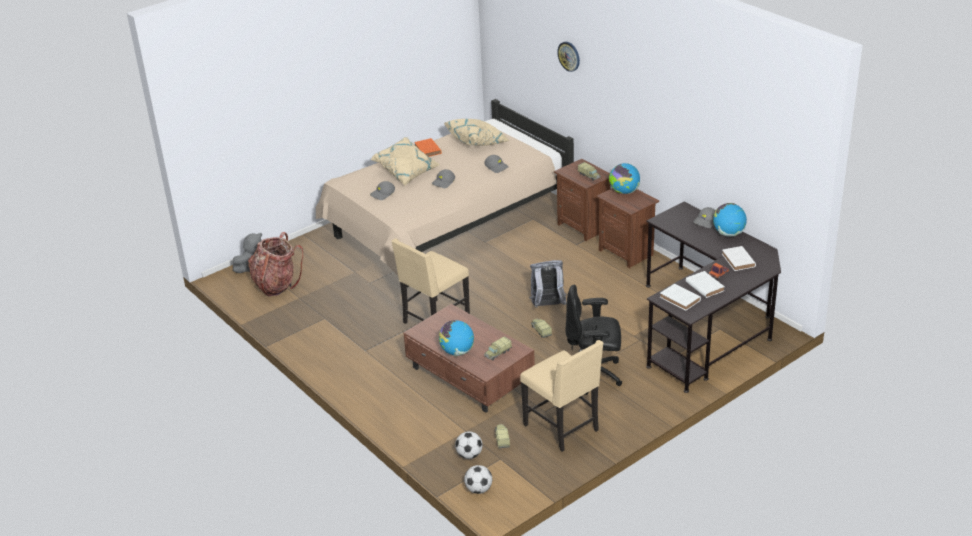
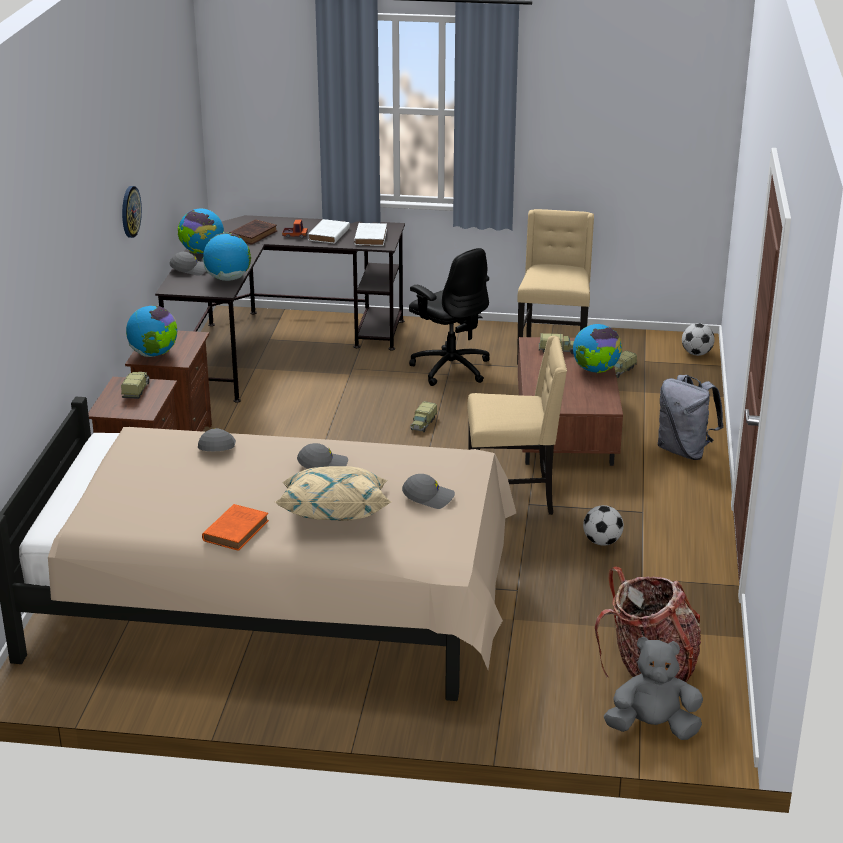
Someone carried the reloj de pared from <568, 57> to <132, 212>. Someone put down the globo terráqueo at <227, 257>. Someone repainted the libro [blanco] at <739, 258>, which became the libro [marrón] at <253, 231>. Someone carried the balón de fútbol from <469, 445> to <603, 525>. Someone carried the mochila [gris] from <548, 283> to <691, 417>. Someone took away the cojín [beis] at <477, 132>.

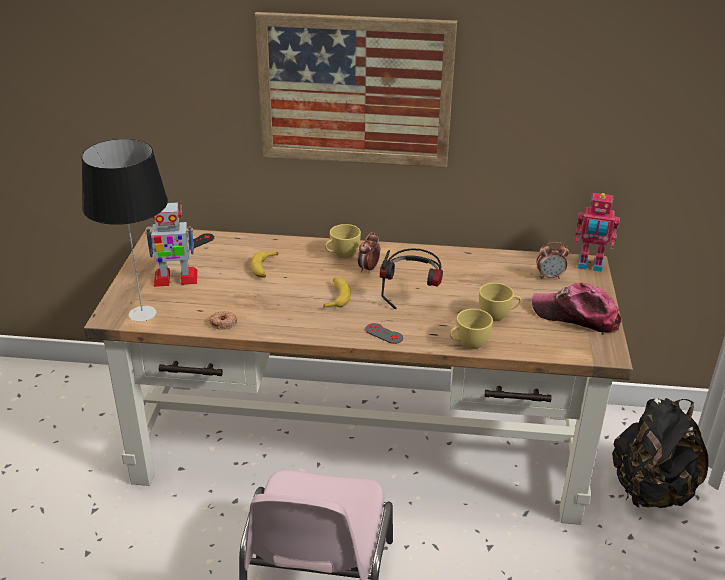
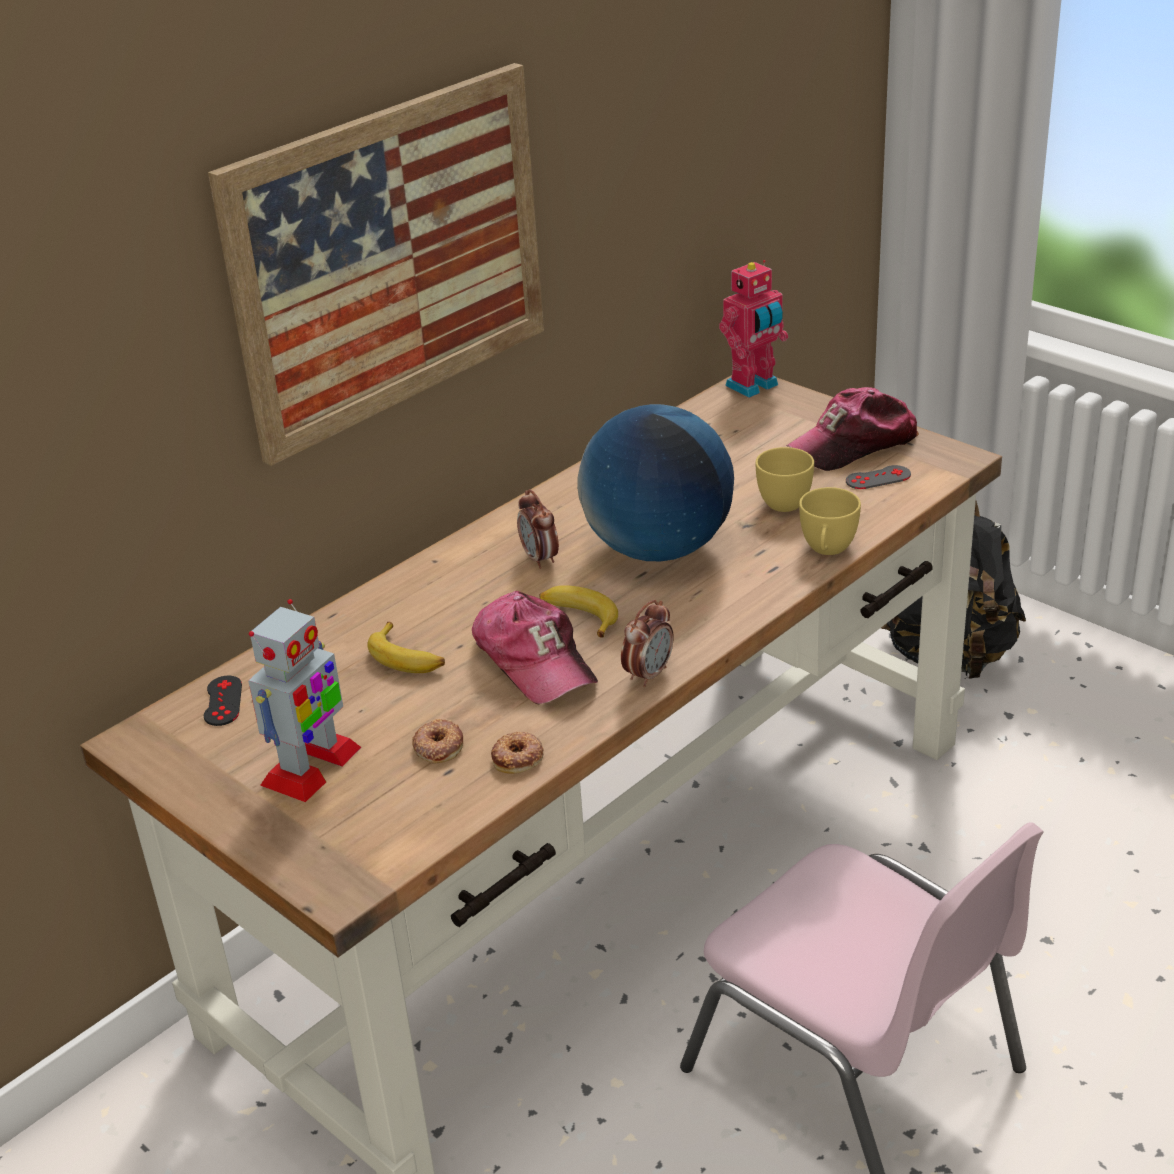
Someone put down the rosquilla at <437, 741>. Someone put down the gorra at <535, 647>. Someone swapped the auriculares at <411, 279> for the globo terráqueo at <655, 482>. Someone carried the despertador from <552, 260> to <647, 643>. Someone carried the mando de consola [gris] from <384, 333> to <878, 477>. Someone took away the lámpara de mesa at <125, 230>. Someone took away the taza [amarillo] at <343, 241>.

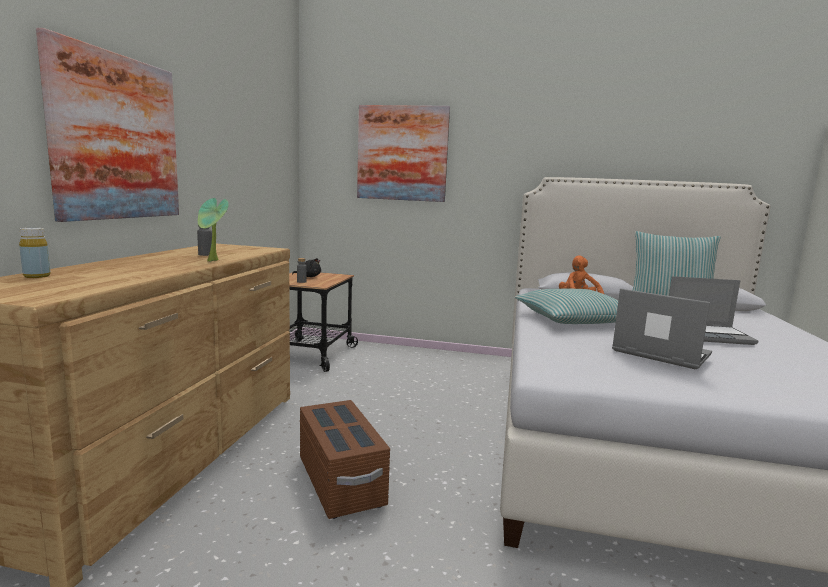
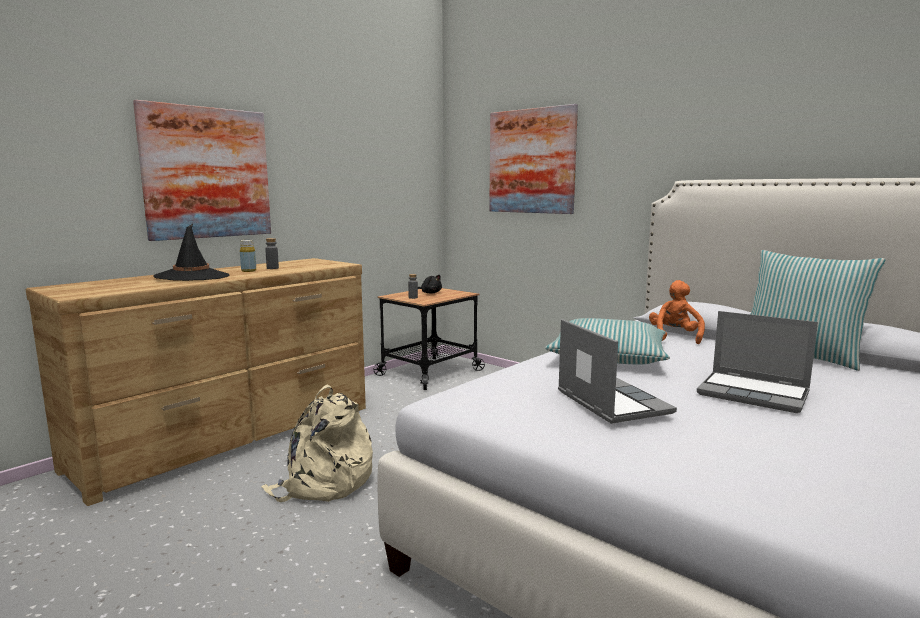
Someone put down the sombrero [negro] at <191, 252>. Someone carried the botella [amarillo] from <35, 253> to <248, 256>. Someone swapped the caja de almacenaje [marrón] at <345, 459> for the mochila [beis] at <317, 443>. Someone took away the planta en maceta at <213, 230>.

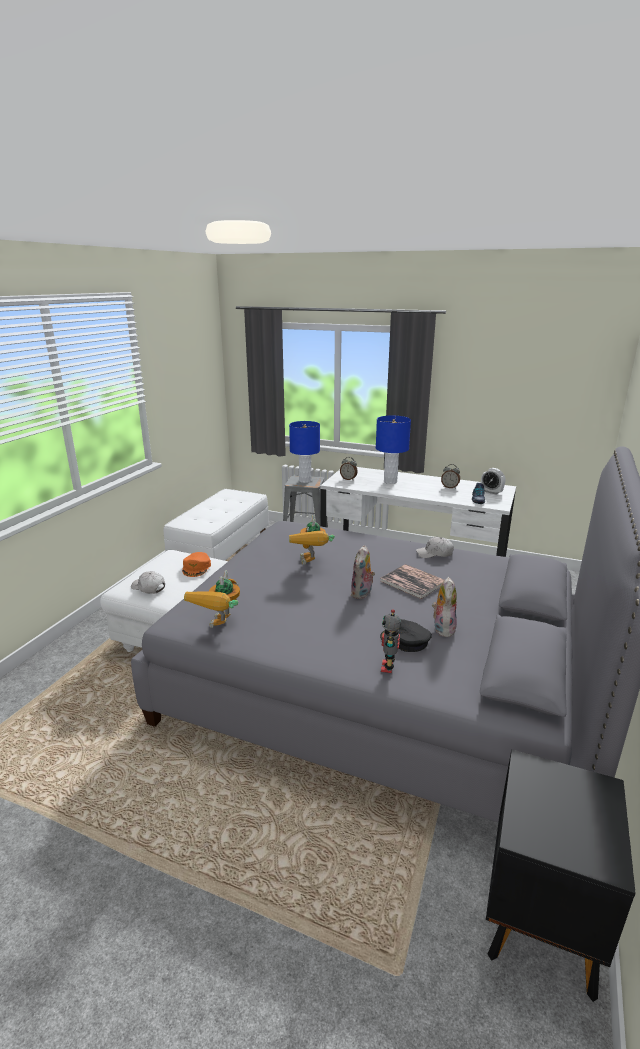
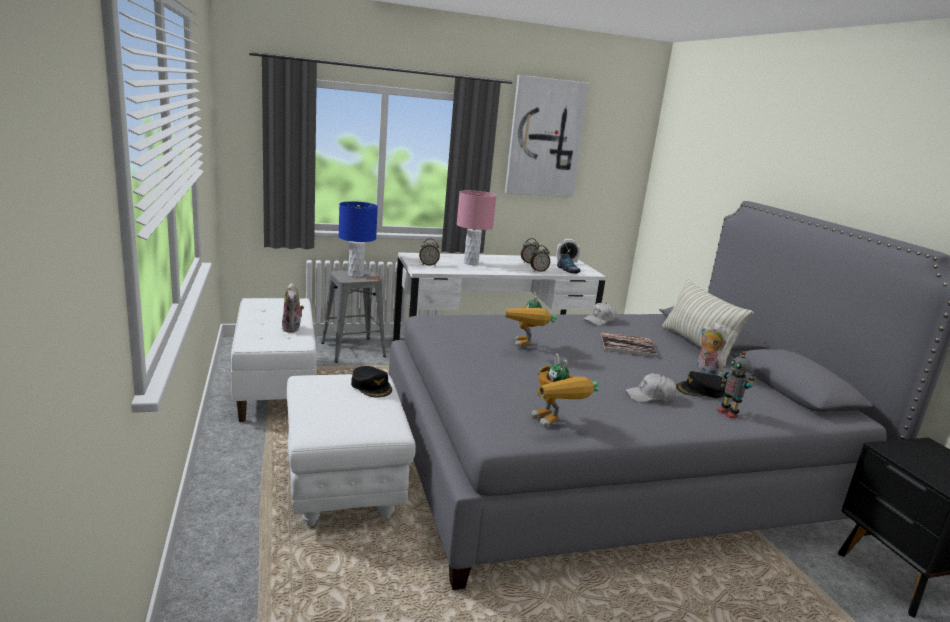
Someone carried the peluche from <363, 572> to <293, 308>. Someone repainted the gorra [naranja] at <196, 564>, which became the gorra [negro] at <371, 382>. Someone repainted the lámpara de mesa [azul] at <393, 450>, which became the lámpara de mesa [rosa] at <476, 227>. Someone put up the cuadro at <547, 136>. Someone rotated the robot de juguete at <312, 540> by 45 degrees clockwise. Someone put down the despertador at <540, 258>. Someone carried the gorra [blanco] from <148, 582> to <651, 387>. Someone put down the cojín at <708, 323>.

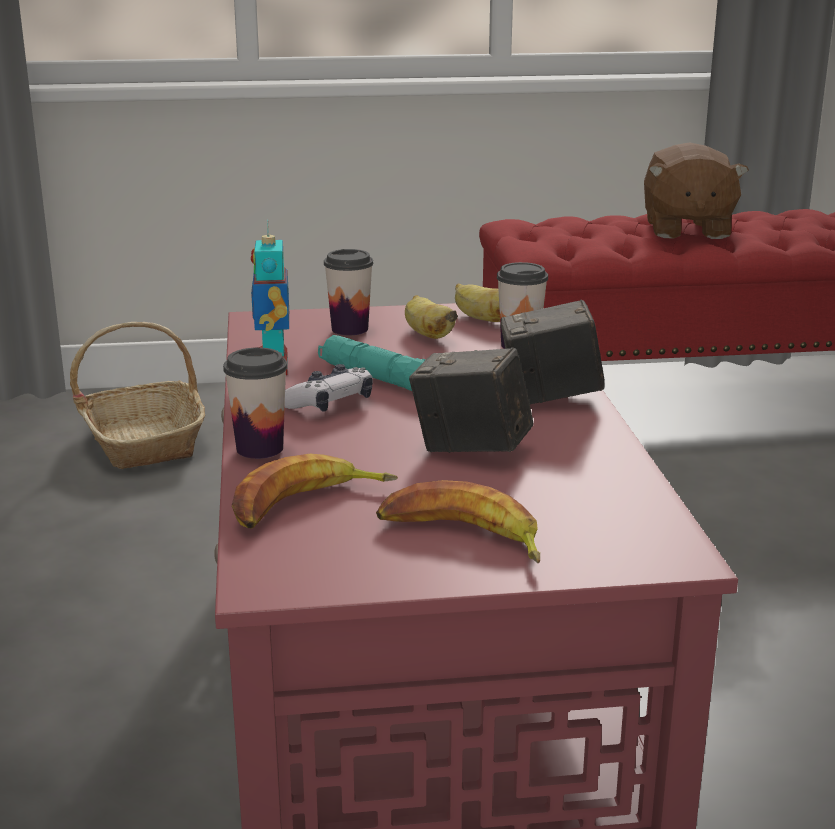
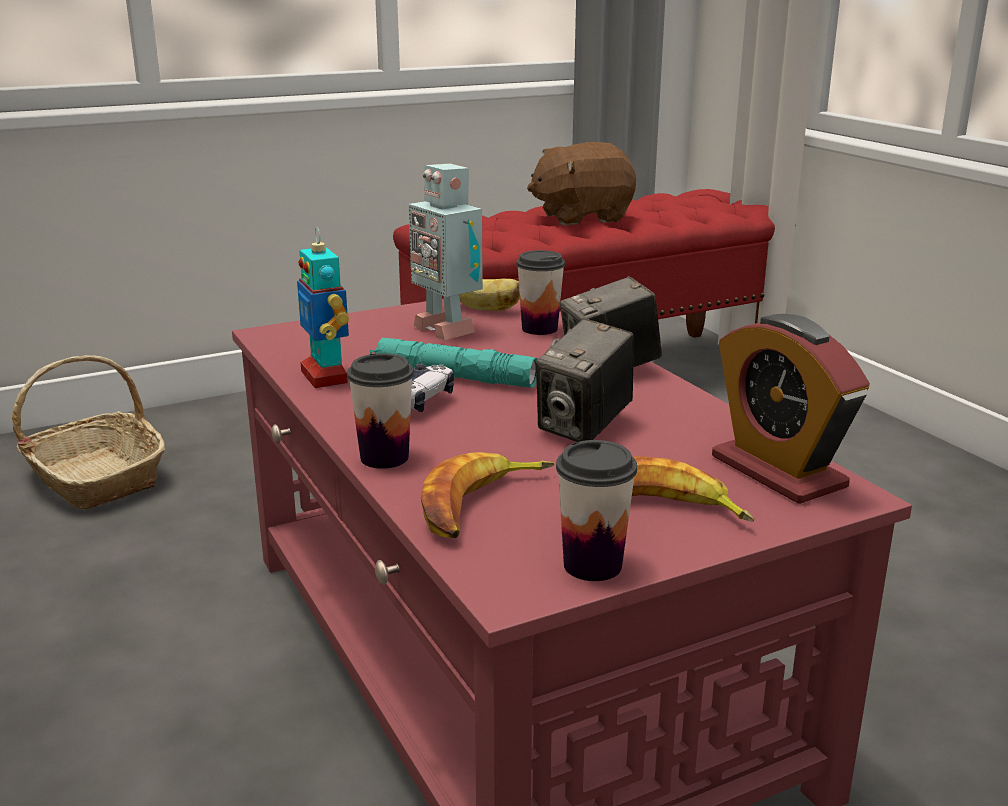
Someone swapped the plátano at <431, 317> for the robot de juguete at <446, 252>. Someone rotated the peluche [marrón] at <696, 190> by 90 degrees clockwise. Someone rotated the cámara at <471, 400> by 60 degrees counterclockwise. Someone carried the taza from <348, 292> to <596, 510>. Someone put down the despertador at <791, 409>.

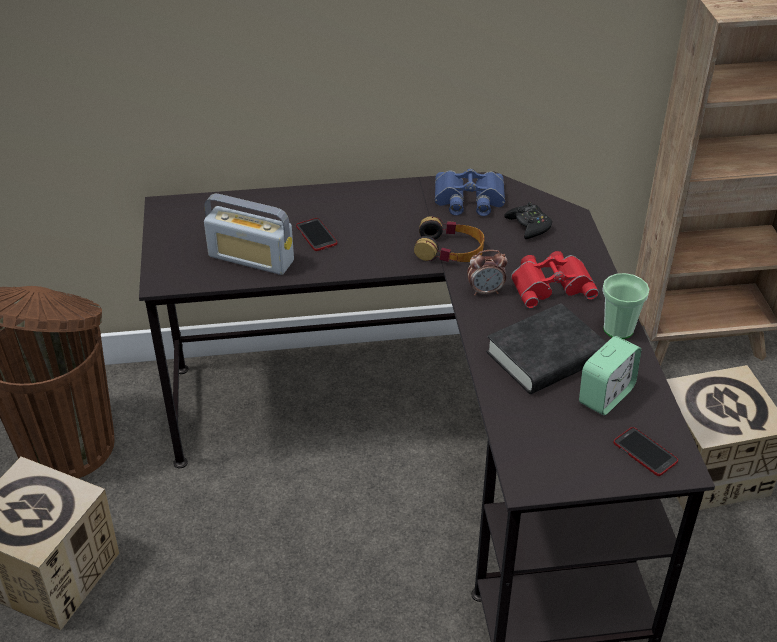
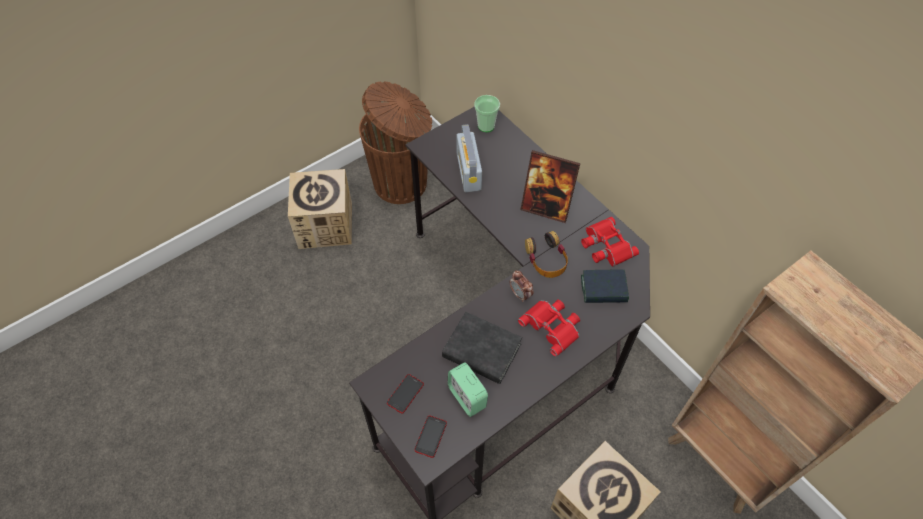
Someone carried the móvil from <316, 234> to <405, 394>. Someone rotated the despertador at <610, 375> by 45 degrees clockwise. Someone carried the taza from <626, 306> to <487, 113>. Someone put down the portarretratos at <550, 186>. Someone repainted the prismáticos [azul] at <470, 192>, which became the prismáticos [rojo] at <610, 242>. Someone swapped the mando de consola [negro] at <528, 220> for the libro at <605, 286>.

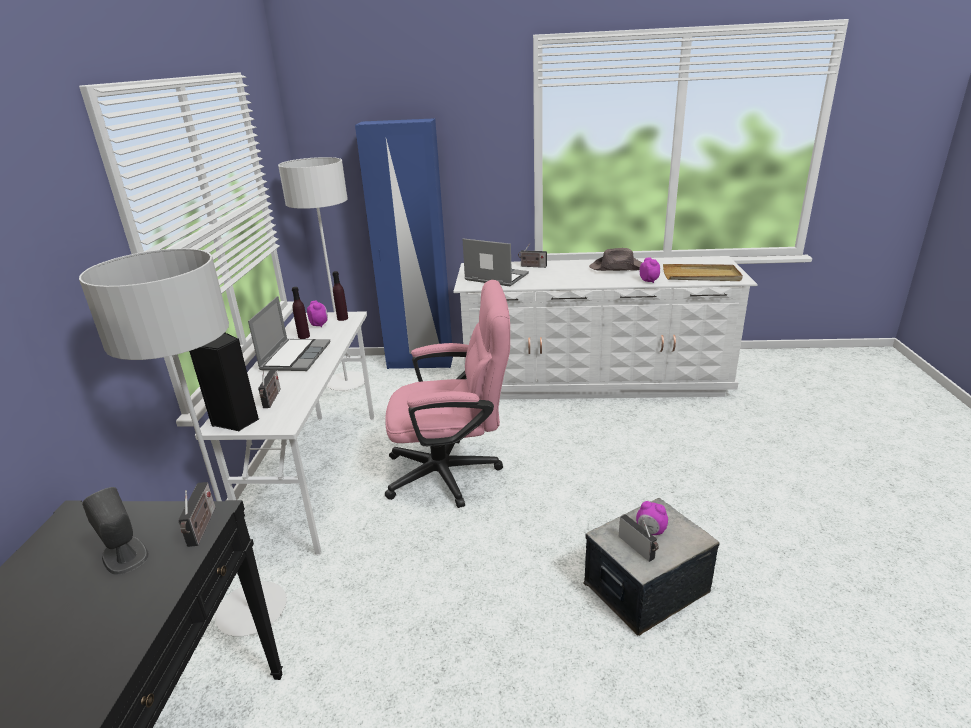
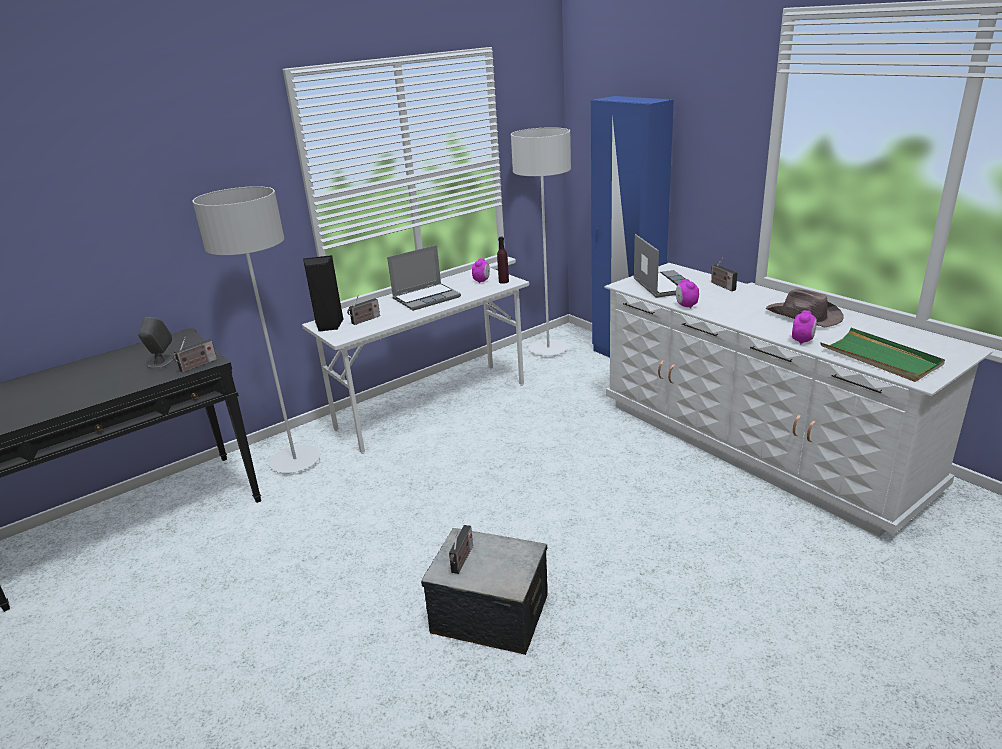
Someone carried the despertador from <652, 518> to <687, 293>. Someone repainted the bandeja [beis] at <703, 272>, which became the bandeja [verde] at <882, 355>. Someone took away the botella [morado] at <301, 313>. Someone took away the silla de oficina [rosa] at <447, 394>.

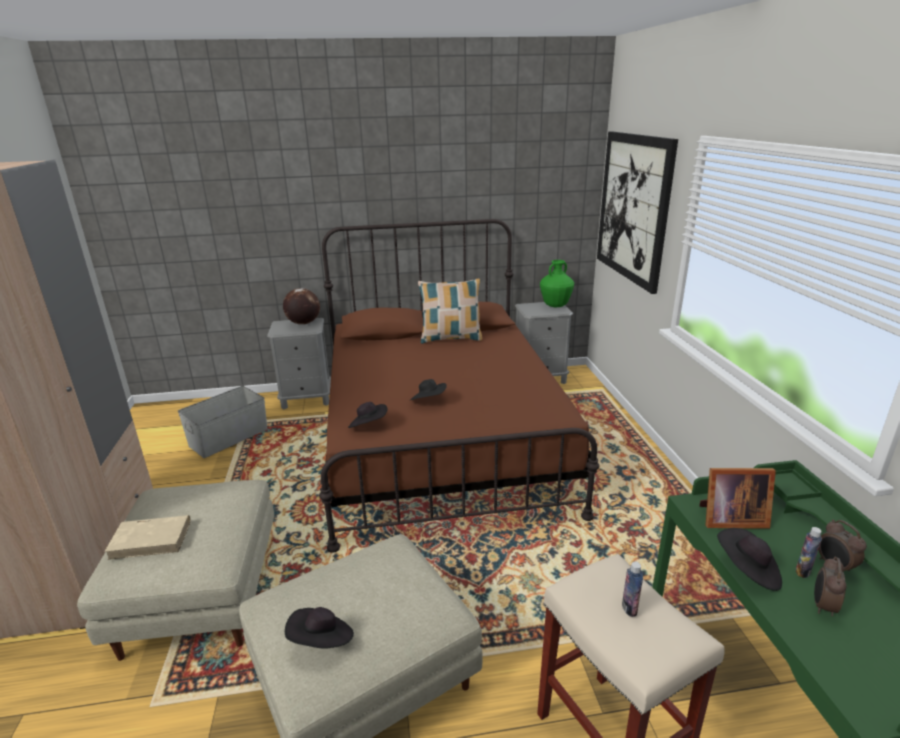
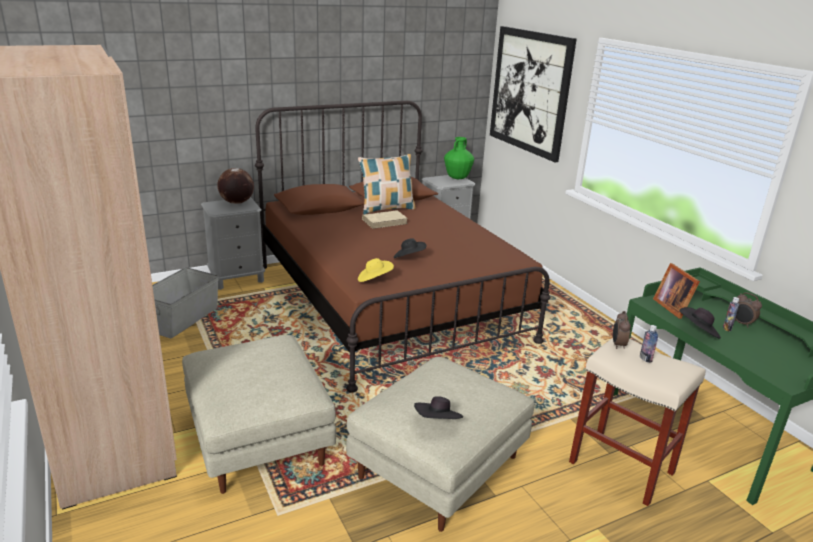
Someone repainted the sombrero [negro] at <368, 415>, which became the sombrero [amarillo] at <376, 270>. Someone carried the libro [beis] from <147, 537> to <385, 219>. Someone carried the despertador from <830, 586> to <622, 330>. Someone rotated the portarretratos at <737, 498> by 90 degrees clockwise.

